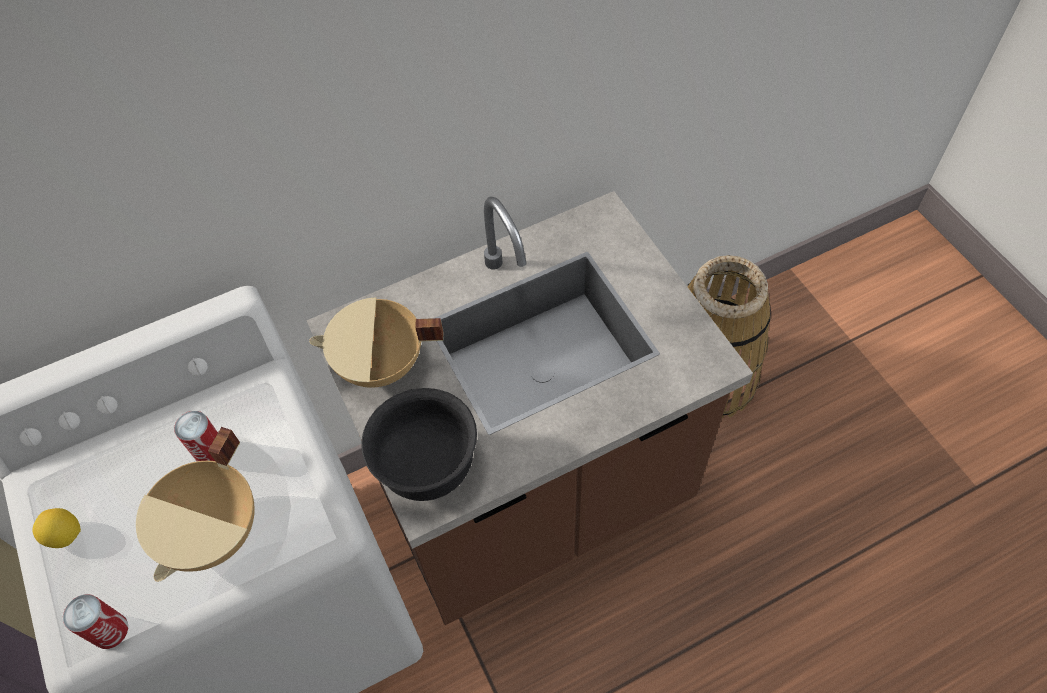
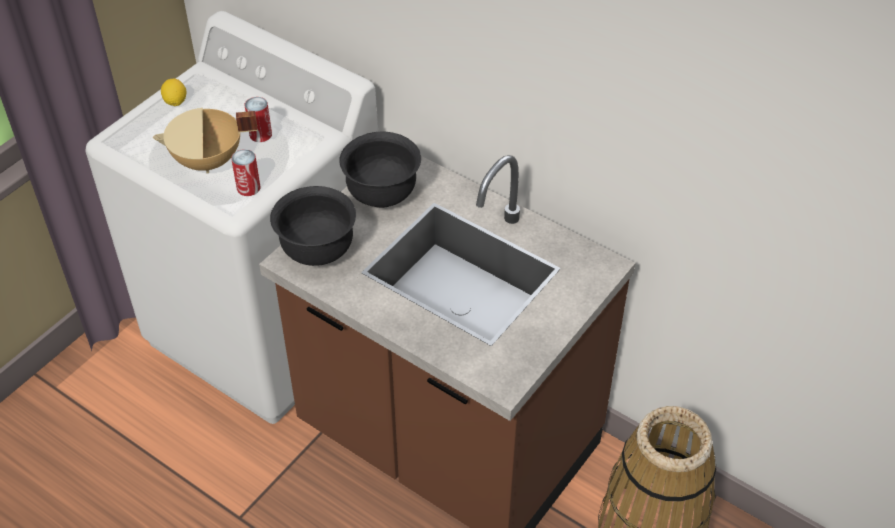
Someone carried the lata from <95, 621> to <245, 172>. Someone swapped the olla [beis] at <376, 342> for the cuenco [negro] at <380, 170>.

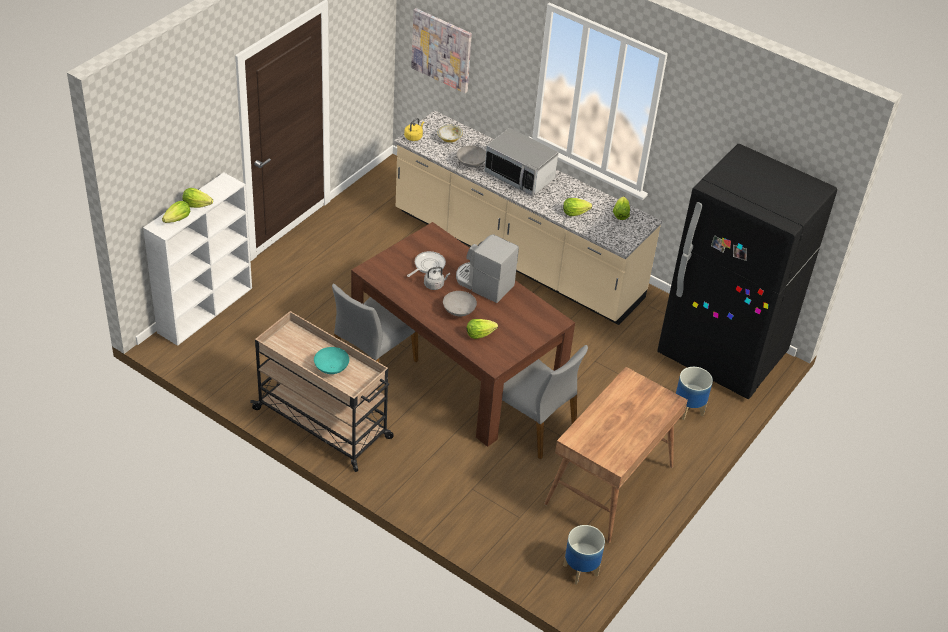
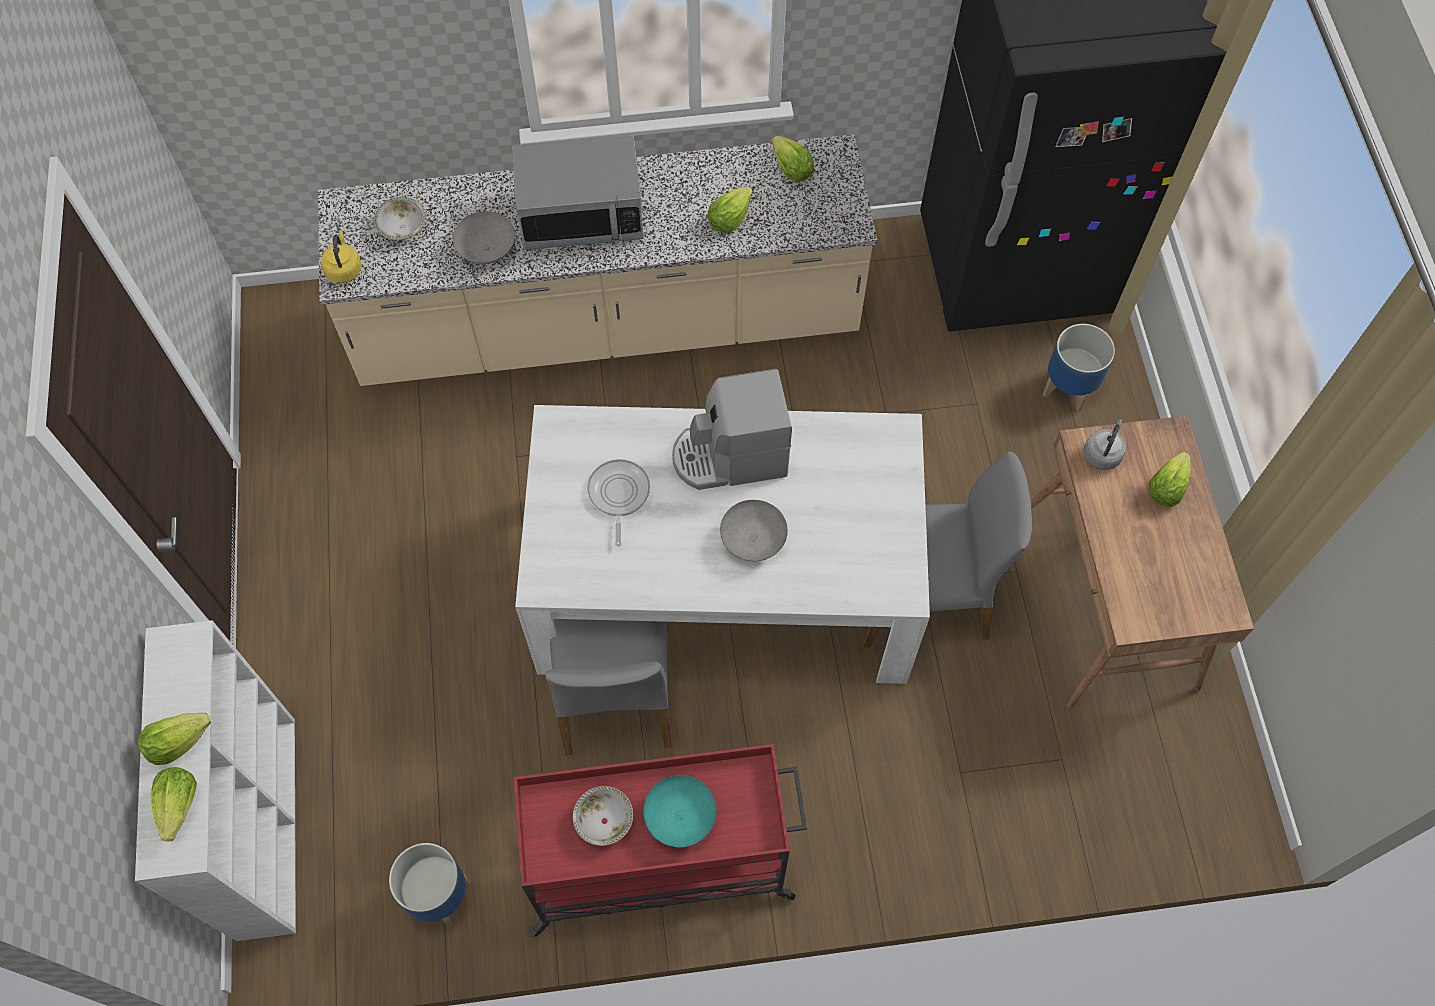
Someone carried the maceta from <584, 555> to <429, 885>. Someone repainted the carrito [beis] at <322, 391>, which became the carrito [rojo] at <660, 840>. Someone repainted the mesa de comedor [marrón] at <463, 334>, which became the mesa de comedor [blanco] at <722, 544>. Someone put down the cuenco at <603, 816>. Someone carried the hervidor [gris] from <437, 278> to <1104, 444>. Someone carried the lechuga from <482, 329> to <1170, 479>. Someone took away the cuadro at <441, 50>.

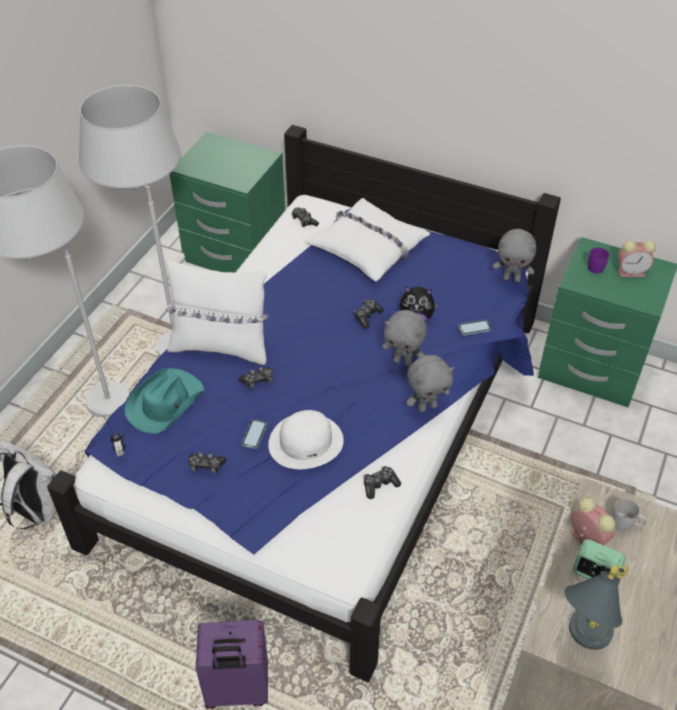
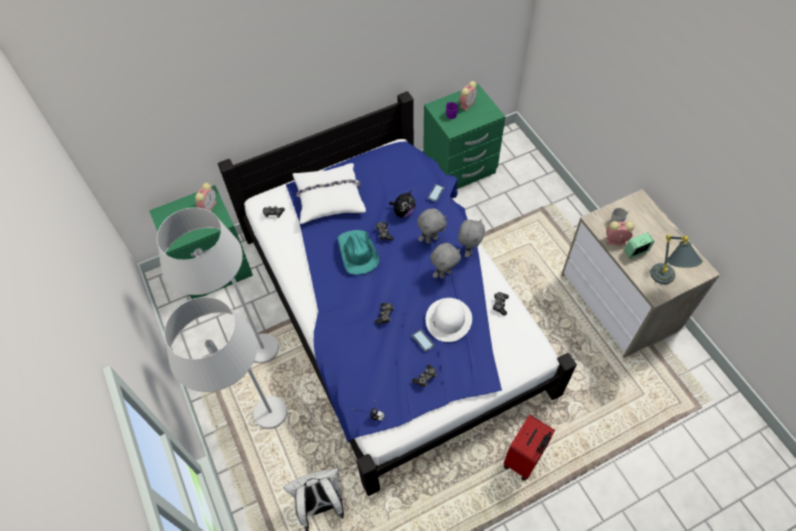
Someone put down the despertador at <206, 197>. Someone carried the sombrero [turquesa] from <165, 400> to <358, 252>. Someone carried the peluche [gris] from <514, 255> to <445, 261>. Someone repainted the maleta [morado] at <232, 664>, which became the maleta [rojo] at <529, 448>. Someone took away the cojín [blanco] at <217, 312>.

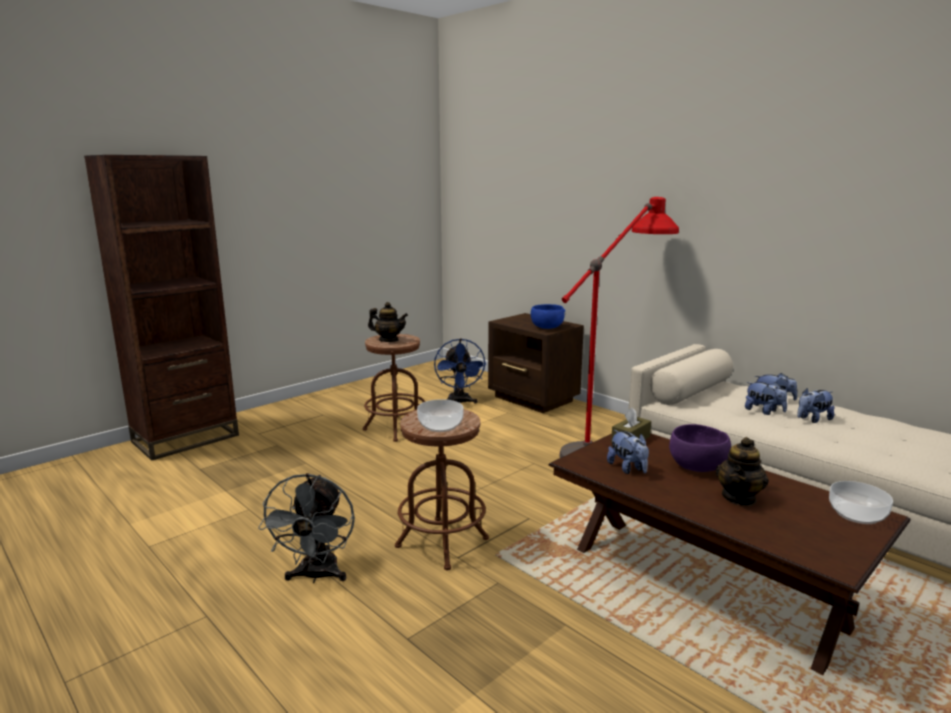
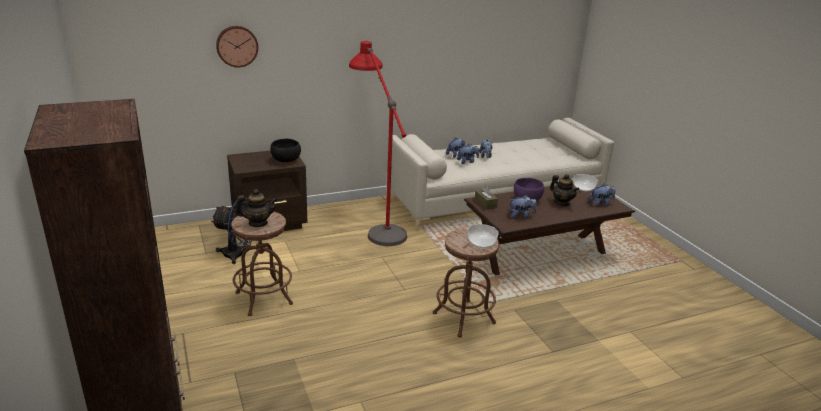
Someone put up the reloj de pared at <237, 47>. Someone rotated the tetera at <388, 322> by 45 degrees clockwise. Someone repainted the cuenco [azul] at <548, 316>, which became the cuenco [negro] at <285, 150>. Someone put down the peluche at <602, 195>. Someone took away the ventilador [gris] at <306, 528>.

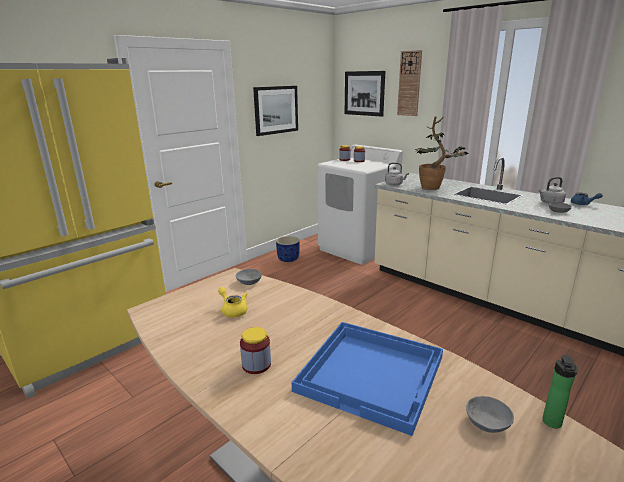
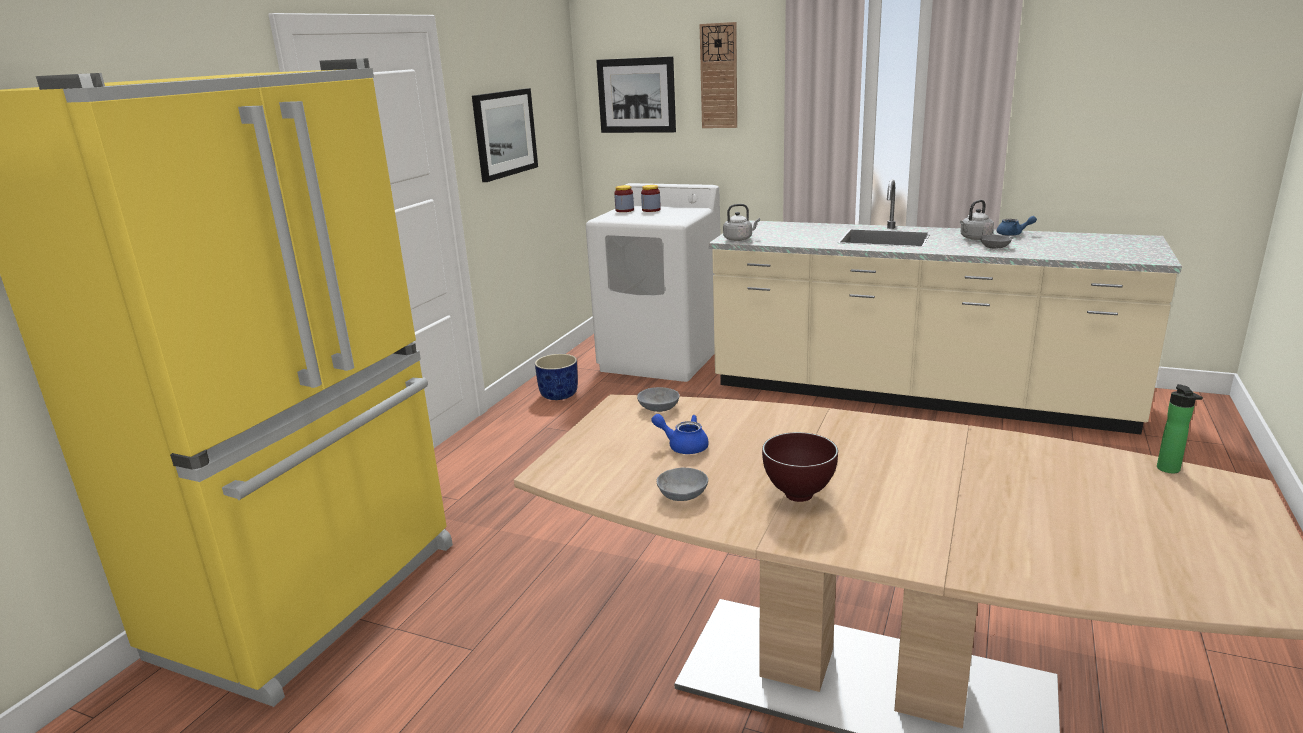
Someone repainted the tetera [amarillo] at <233, 302>, which became the tetera [azul] at <680, 434>. Someone carried the cuenco [gris] from <490, 414> to <682, 484>. Someone swapped the tarro at <255, 350> for the cuenco [marrón] at <800, 467>. Someone took away the bandeja [azul] at <367, 379>. Someone took away the planta en maceta at <442, 153>.

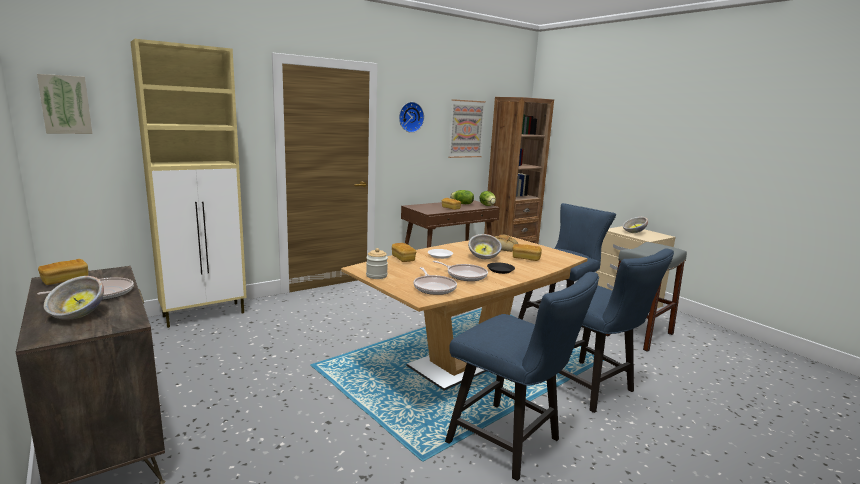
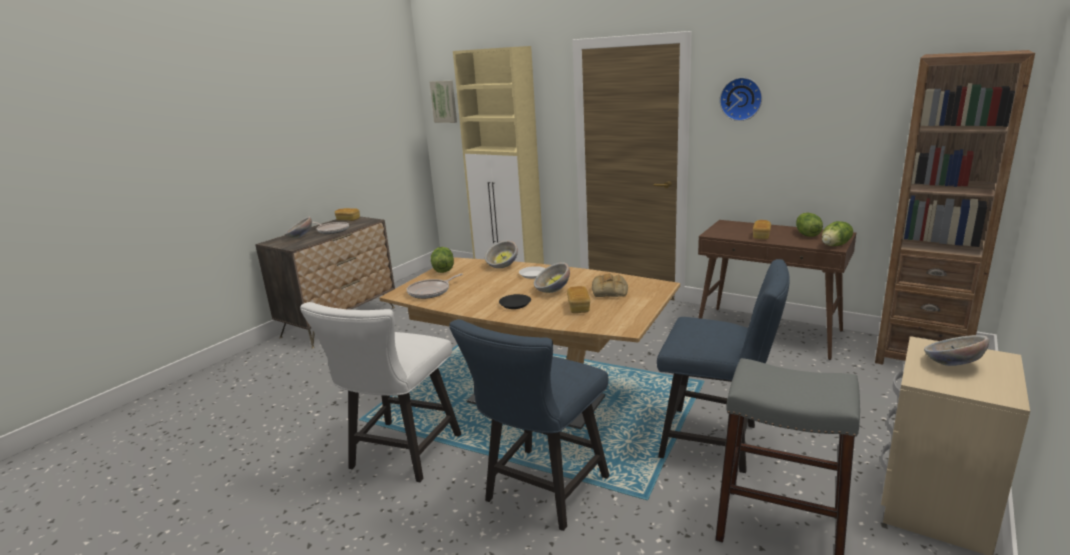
Someone repainted the silla [azul] at <522, 376>, which became the silla [blanco] at <380, 392>. Someone swapped the tarro at <377, 263> for the lechuga at <442, 260>. Someone swapped the pan at <404, 252> for the cuenco at <501, 254>. Someone took away the sartén at <460, 271>. Someone took away the cuadro at <467, 128>.

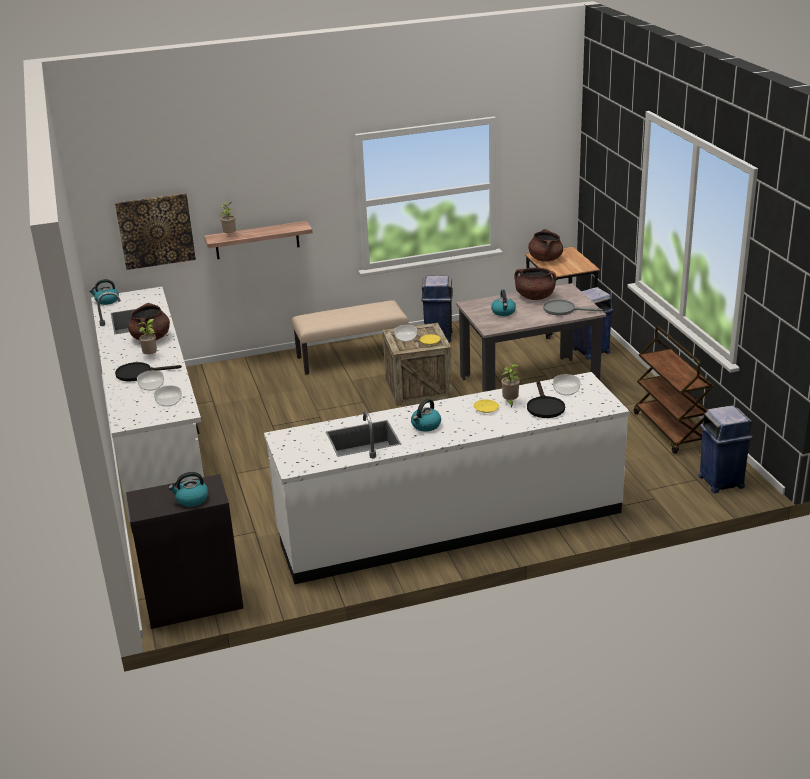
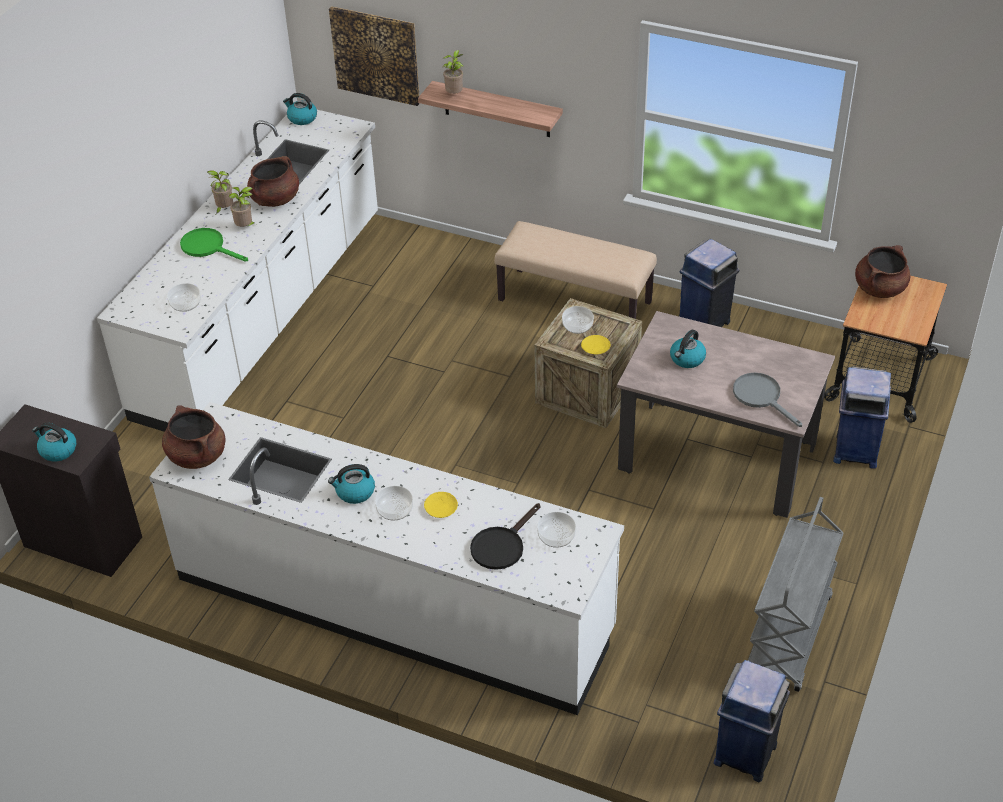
Someone carried the olla [marrón] from <535, 283> to <194, 437>. Someone repainted the sartén [negro] at <148, 372>, which became the sartén [verde] at <214, 245>. Someone carried the planta en maceta from <510, 385> to <220, 192>. Someone carried the cuenco from <150, 380> to <394, 503>. Someone repainted the carrito [marrón] at <674, 390>, which became the carrito [gris] at <795, 594>.

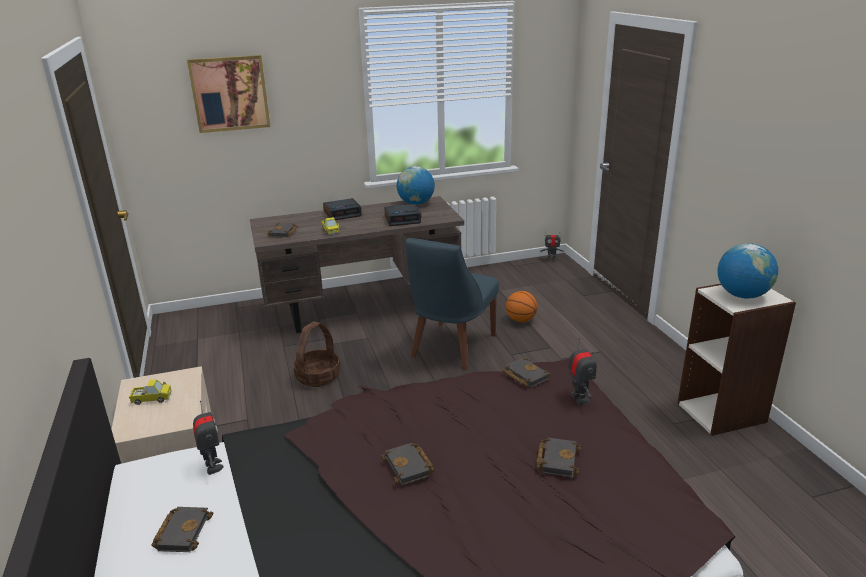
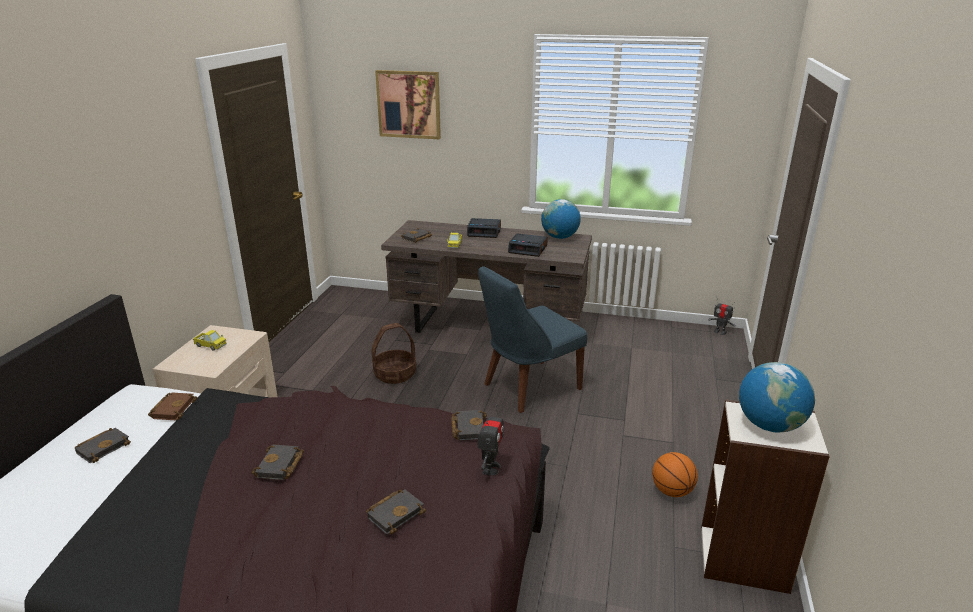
Someone swapped the robot de juguete at <208, 438> for the libro [marrón] at <173, 406>. Someone carried the balón de baloncesto from <522, 306> to <675, 474>.

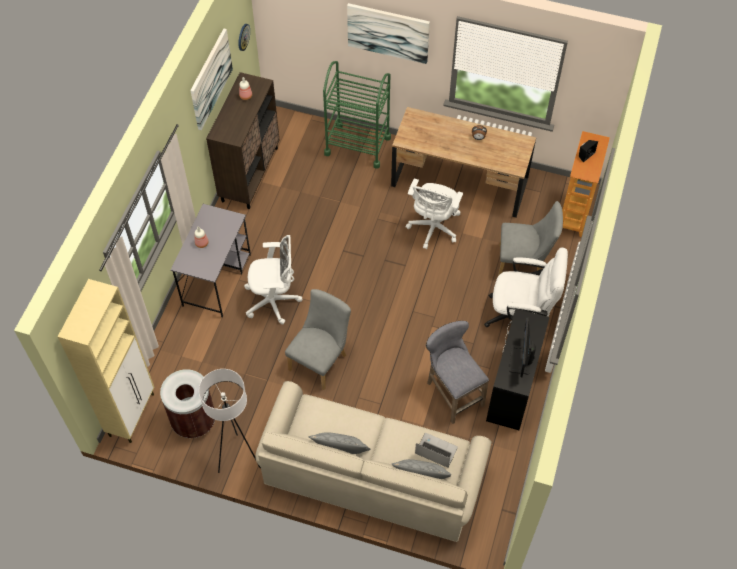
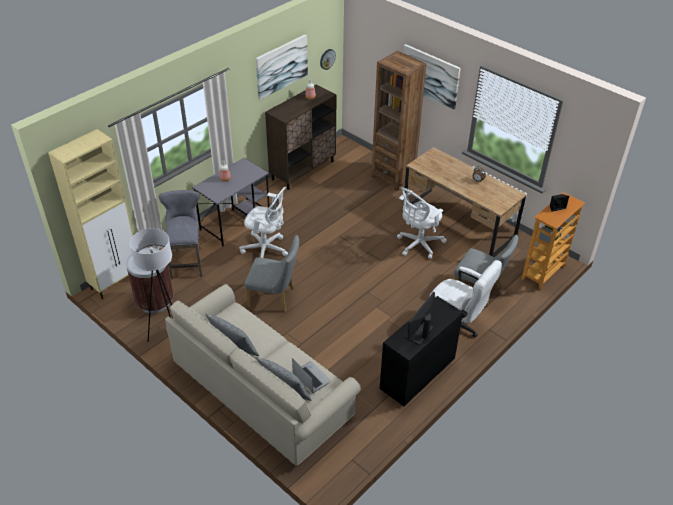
Someone carried the taburete [gris] from <457, 372> to <180, 234>. Someone rotated the silla [gris] at <318, 339> by 45 degrees clockwise. Someone swapped the carrito [verde] at <357, 115> for the estantería [marrón] at <398, 121>.

